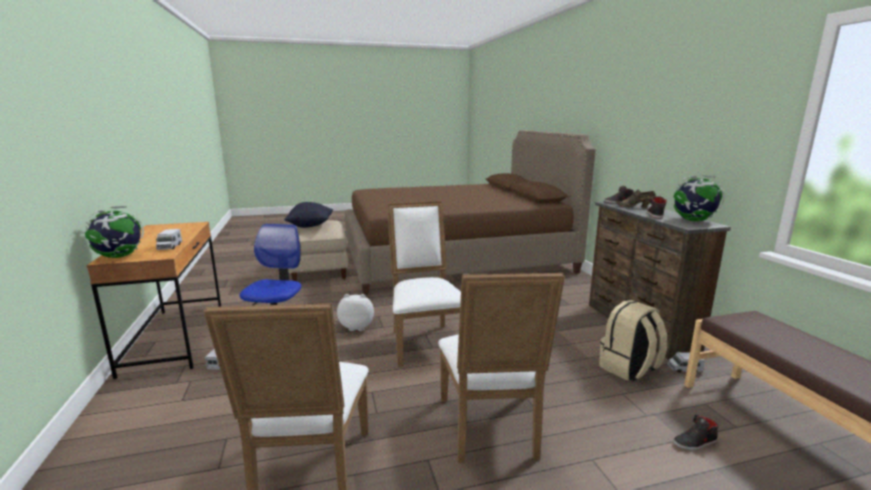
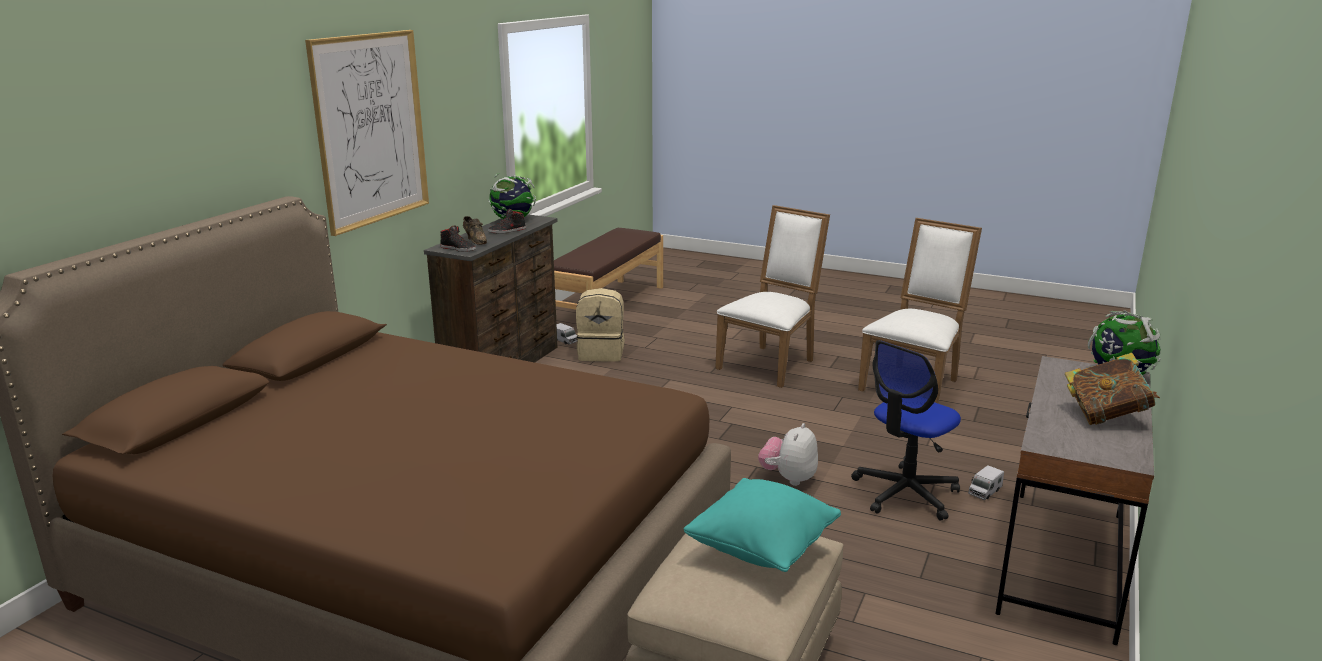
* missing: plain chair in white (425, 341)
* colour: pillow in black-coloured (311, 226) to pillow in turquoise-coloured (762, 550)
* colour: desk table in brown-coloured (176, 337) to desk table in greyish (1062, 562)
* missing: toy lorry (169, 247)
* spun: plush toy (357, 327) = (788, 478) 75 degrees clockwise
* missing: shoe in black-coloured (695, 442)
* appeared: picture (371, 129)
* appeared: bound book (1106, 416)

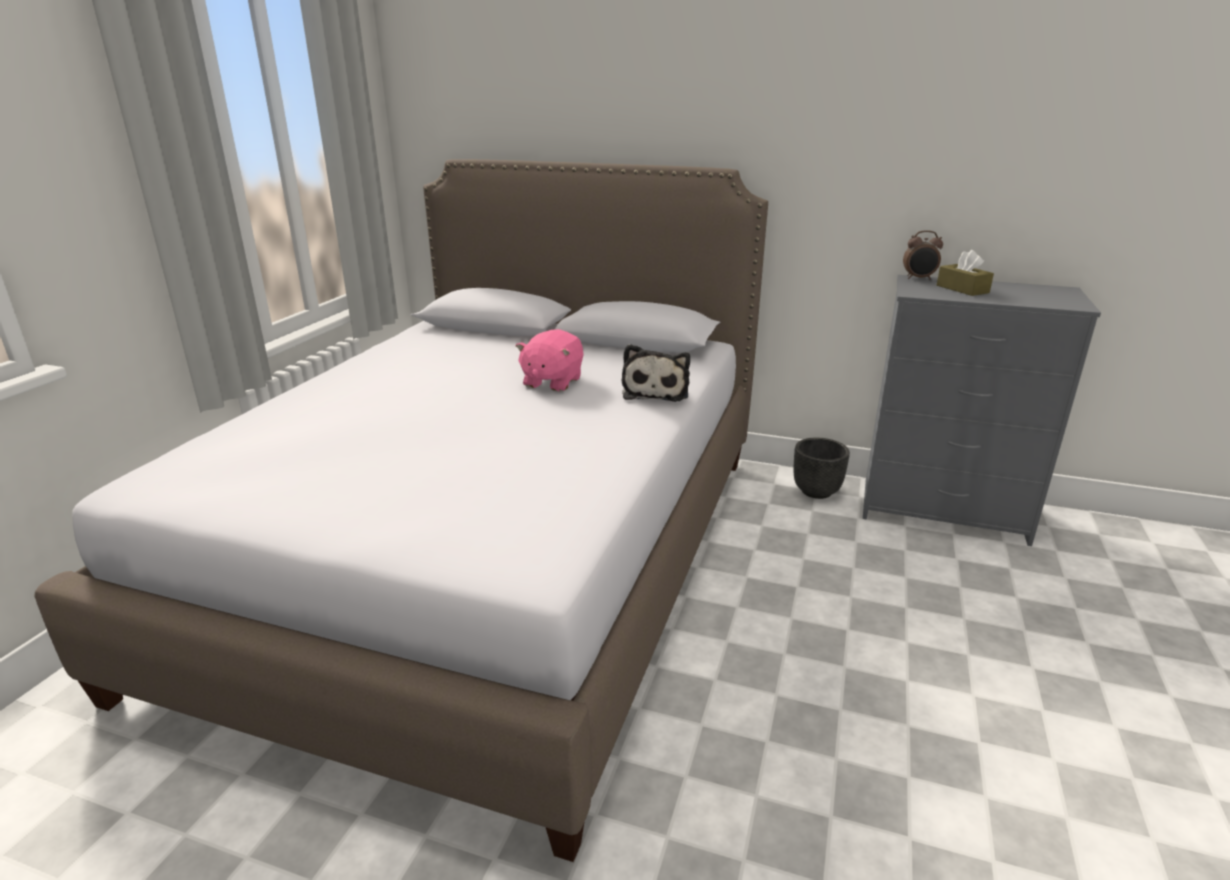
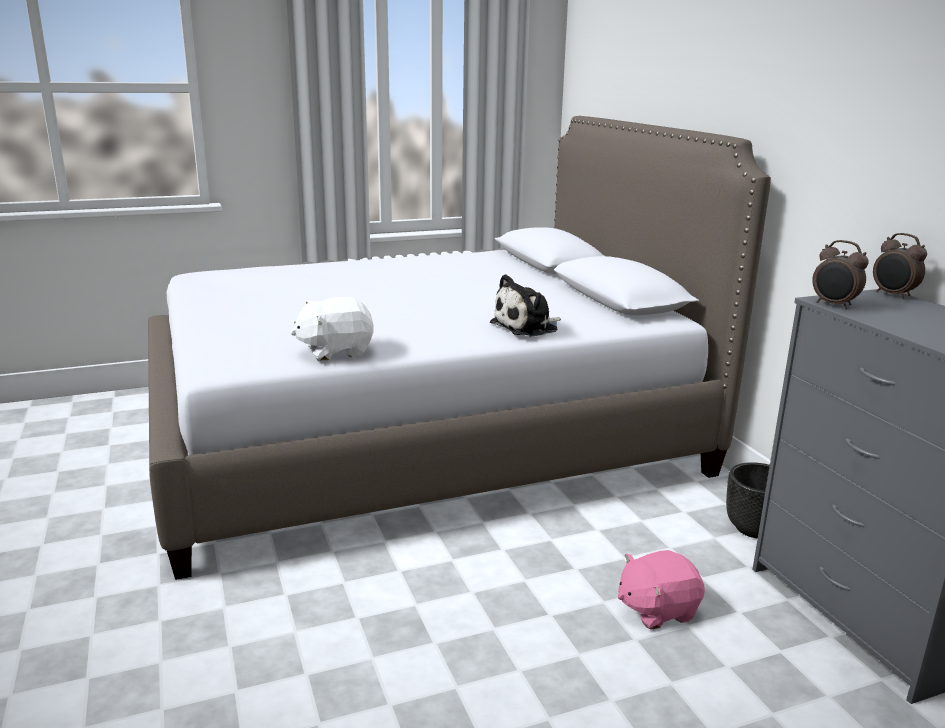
* missing: tissue box in brown-coloured (962, 289)
* relocated: plush toy in pink-coloured (551, 382) to (656, 609)
* appeared: alarm clock (834, 305)
* appeared: plush toy in white (335, 351)

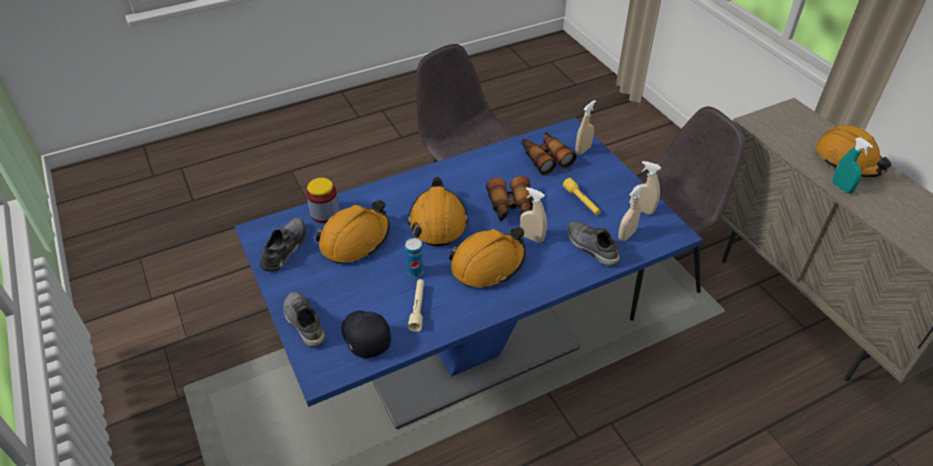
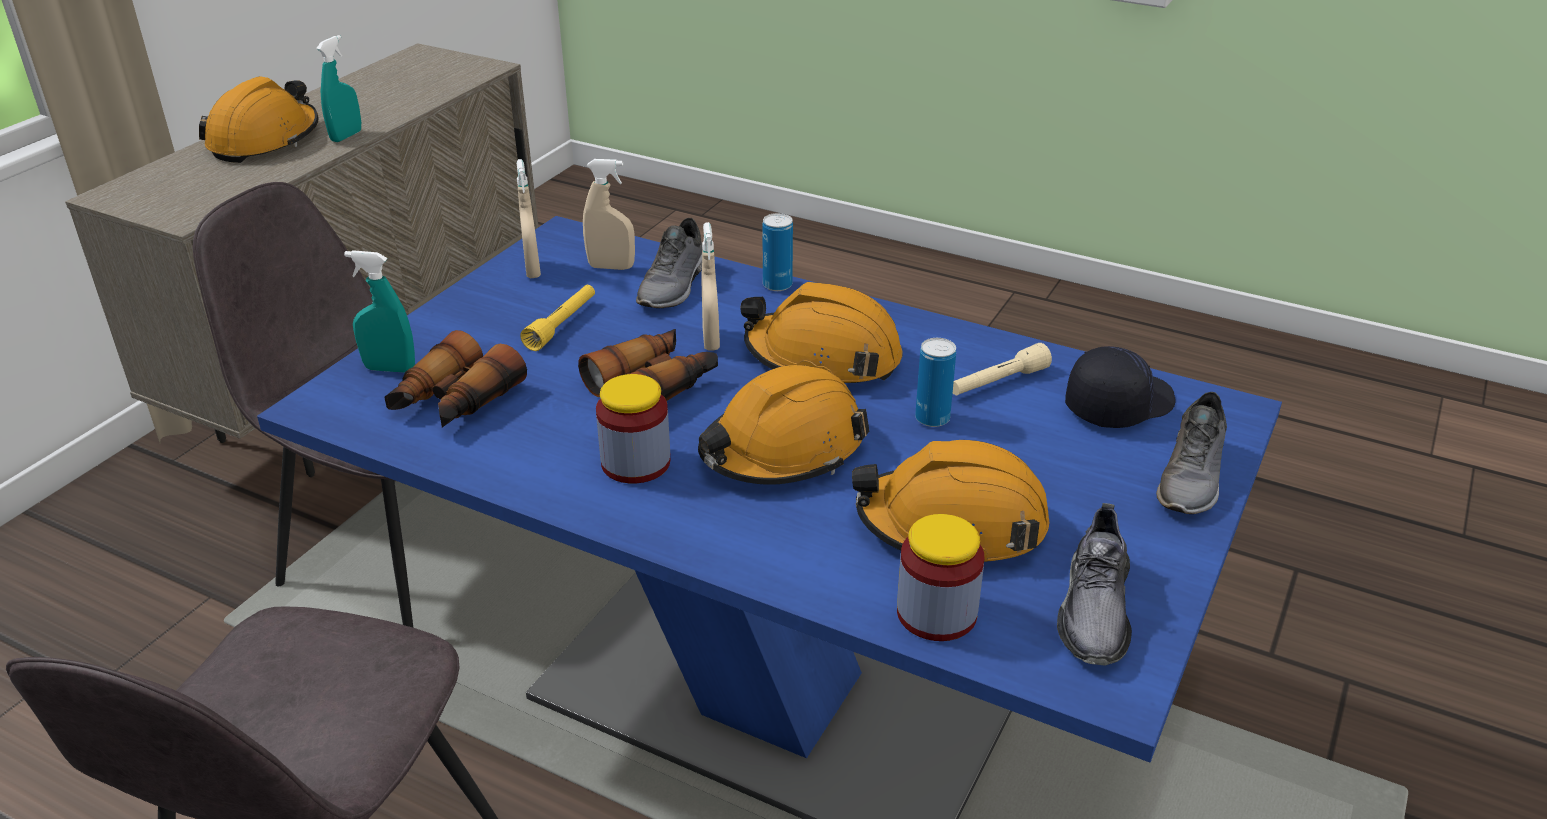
* colour: sprayer in beige (583, 150) to sprayer in turquoise-coloured (390, 369)
* spun: shoe in greyish (285, 248) = (1095, 609) 60 degrees counterclockwise
* spun: baseball cap in black-coloured (365, 337) = (1117, 405) 150 degrees counterclockwise
* appeared: sealed can (777, 285)
* appeared: preserve jar (635, 463)

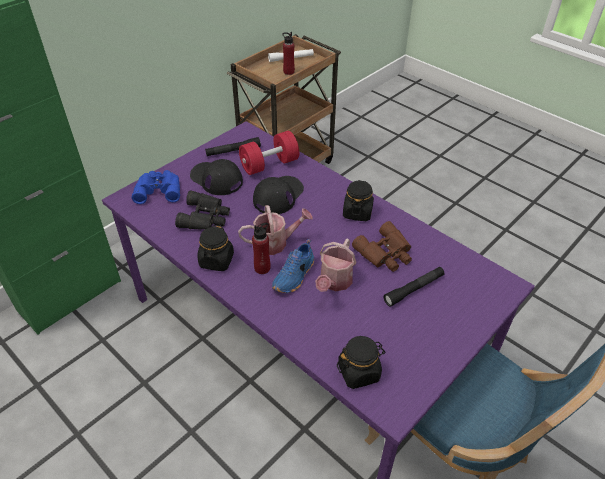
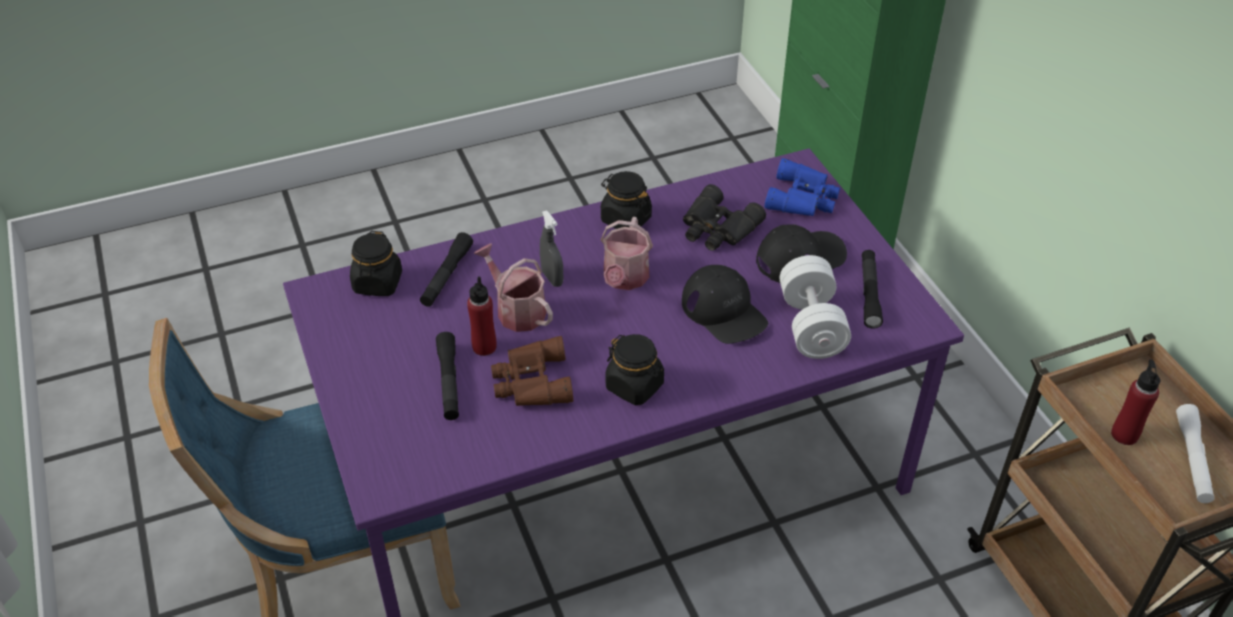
* colour: dumbbell in reddish (269, 164) to dumbbell in white (811, 325)
* relocated: beverage bottle in reddish (262, 268) to (484, 347)
* exchanged: shoe in bluish (295, 276) to sprayer in greyish (552, 278)
* appeared: hand torch in black-coloured (447, 276)

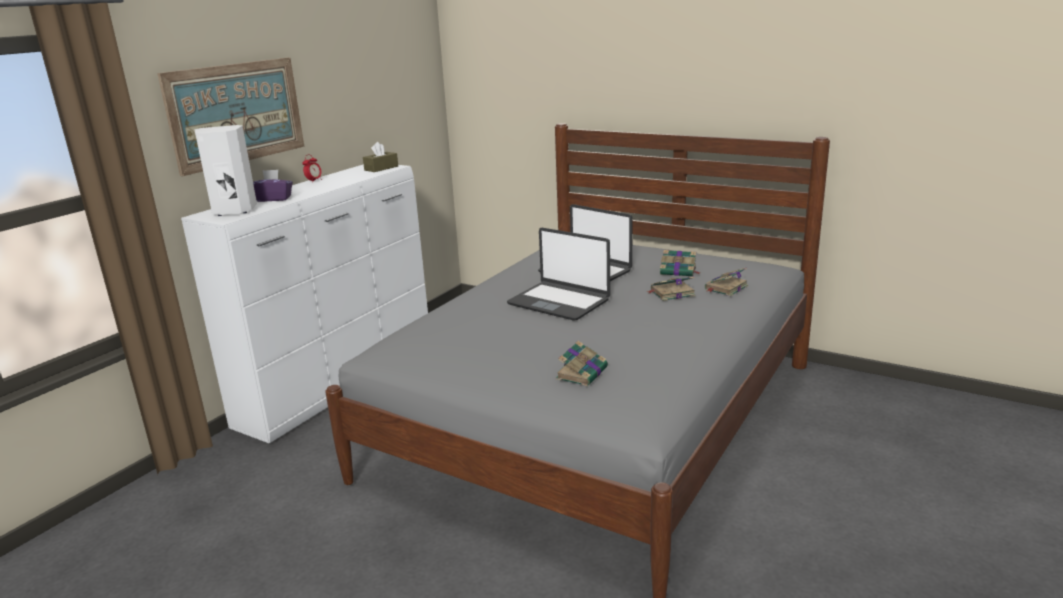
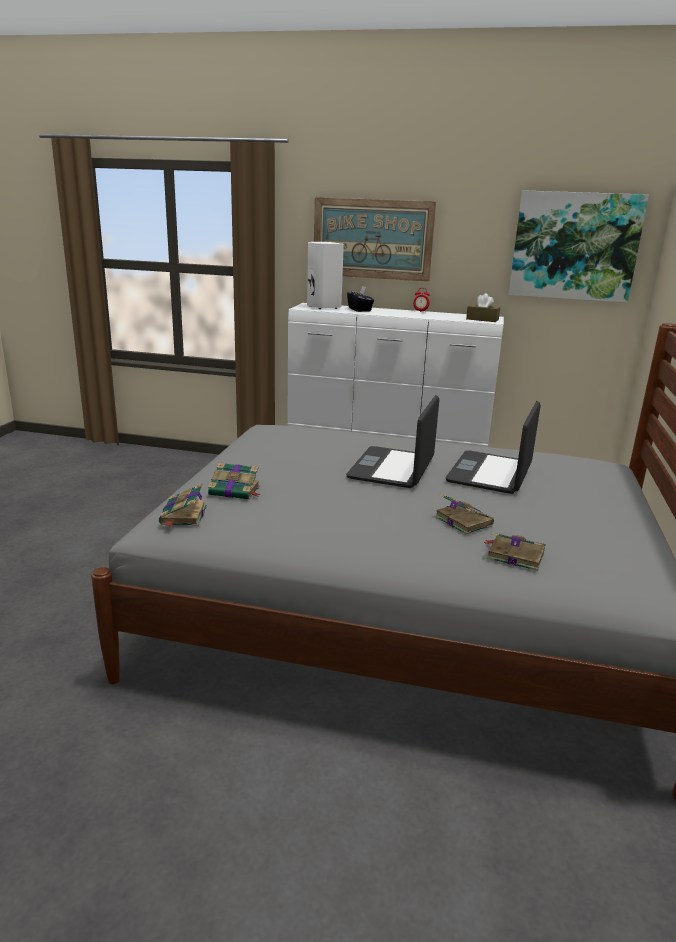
* colour: tissue box in purple (274, 199) to tissue box in black-coloured (360, 310)
* relocated: bound book (679, 271) to (183, 516)
* appeared: picture (574, 246)

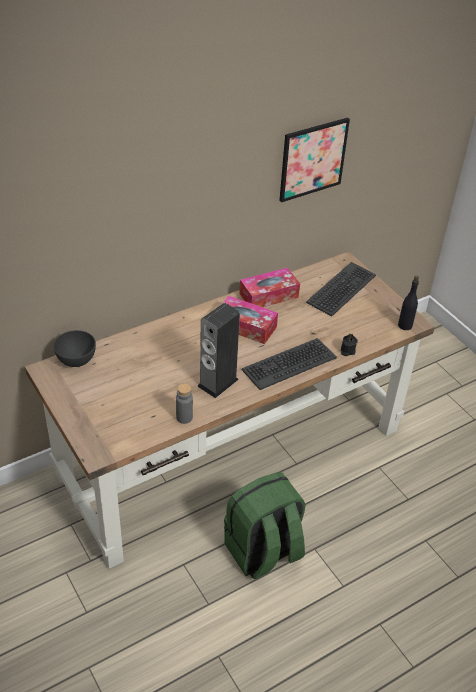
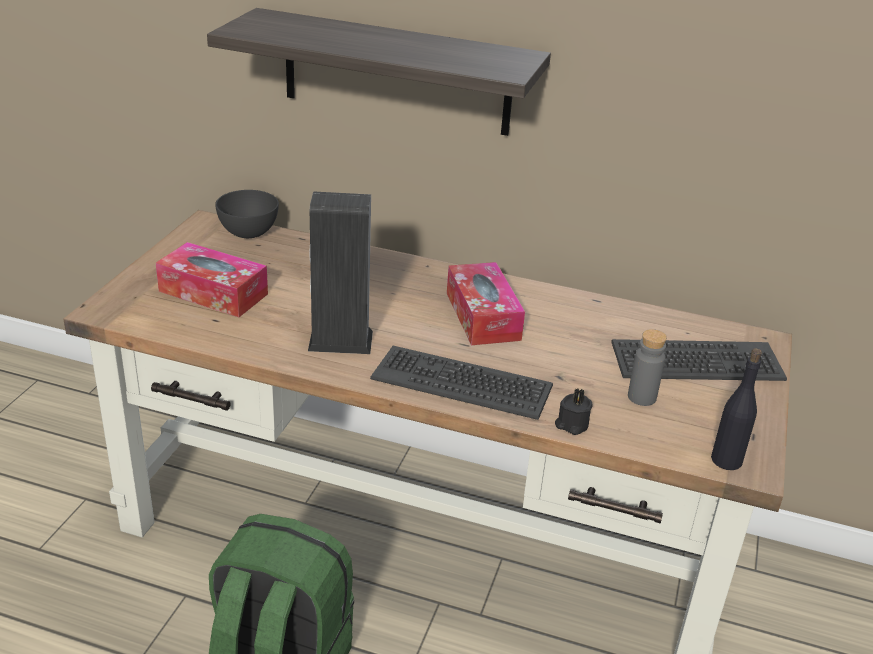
* missing: picture (313, 159)
* relocated: tissue box (268, 295) to (213, 292)
* relocated: beverage bottle in greyish (184, 417) to (641, 397)
* appeared: wall shelf (396, 73)

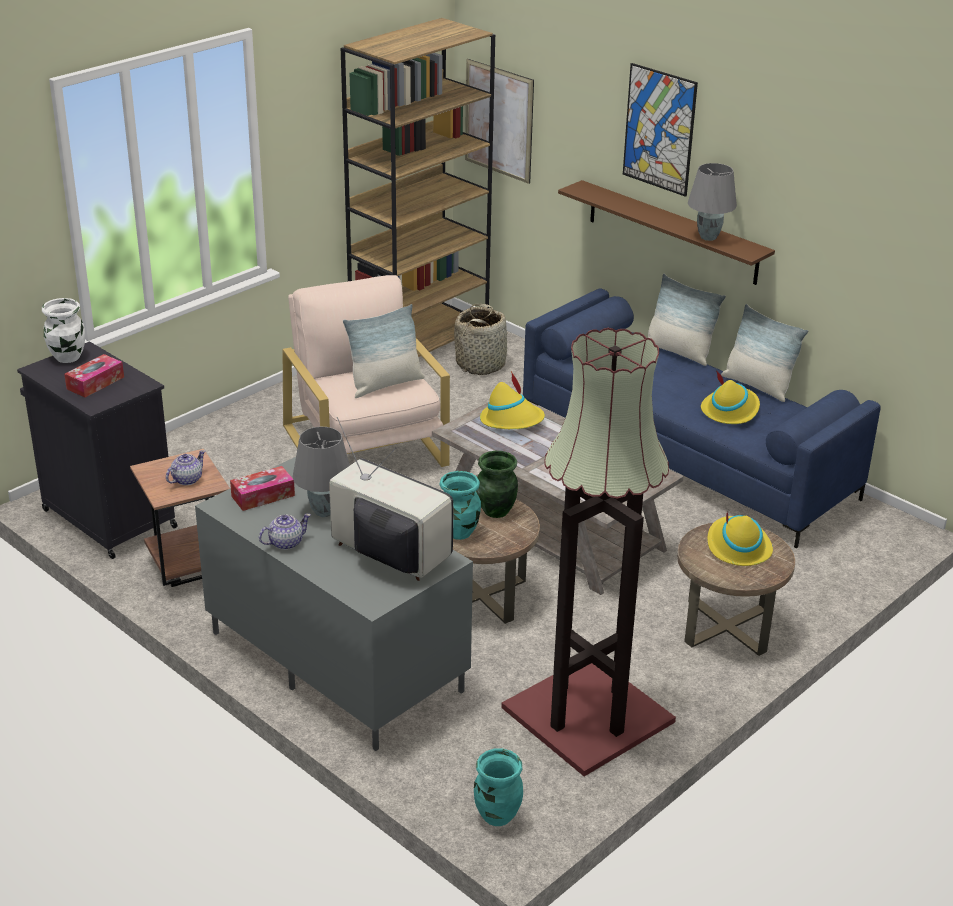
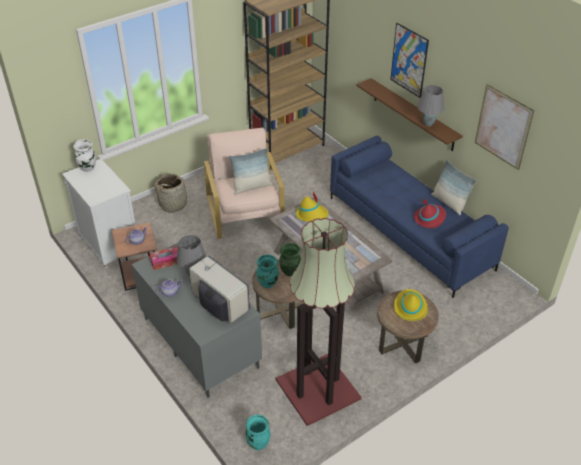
* relocated: picture (498, 121) to (503, 127)
* missing: pillow (679, 352)
* relocated: basket (481, 364) to (173, 204)
* colour: cupboard in black-coloured (107, 518) to cupboard in white (109, 244)
* missing: tissue box (95, 383)
* colour: wearable hat in yellow (730, 410) to wearable hat in reddish (429, 218)

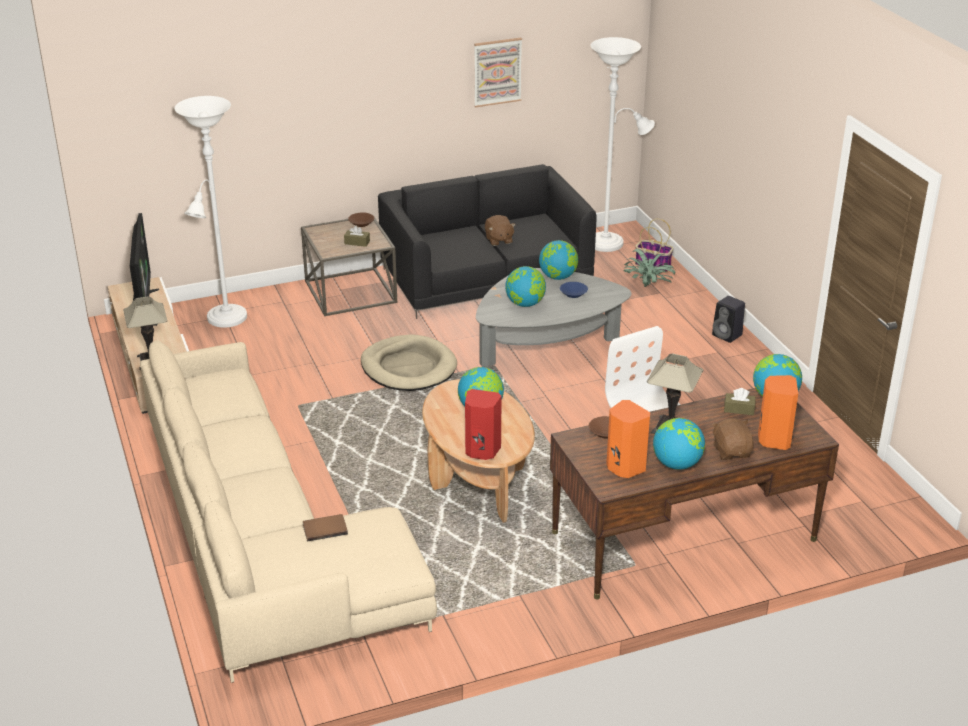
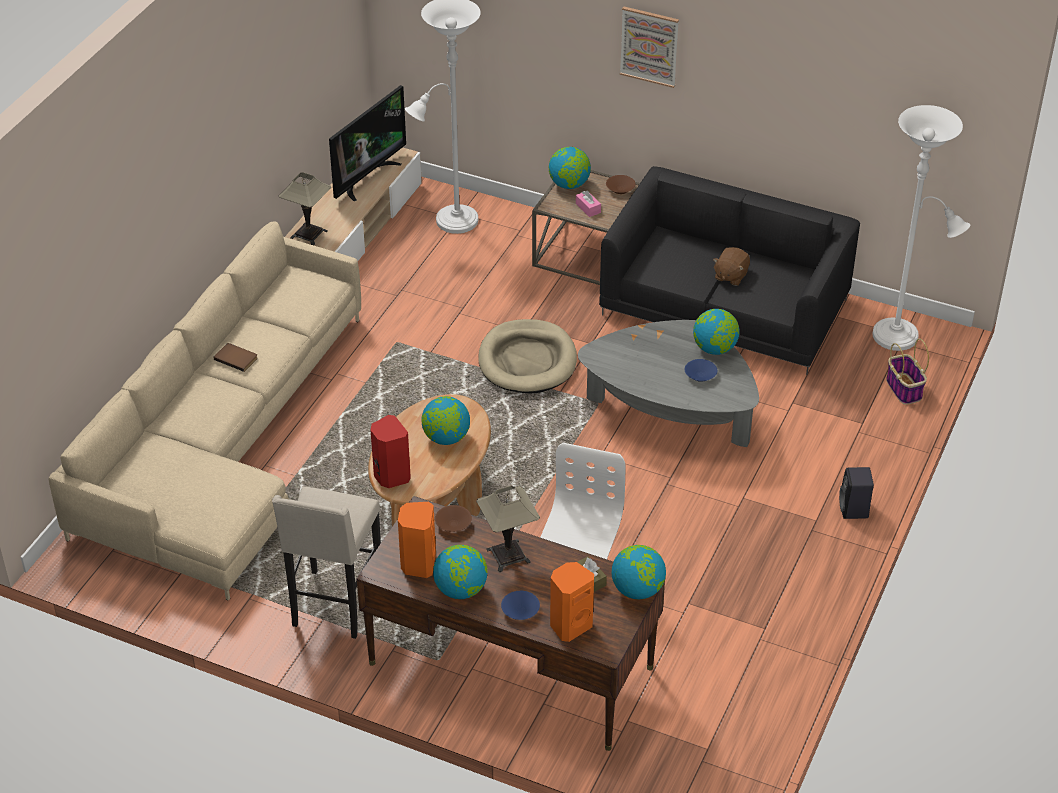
* relocated: picture (497, 72) to (649, 46)
* colour: tissue box in brown-coloured (357, 242) to tissue box in pink-coloured (588, 208)
* missing: potted plant (648, 286)
* relocated: globe (525, 304) to (569, 185)
* exchanged: plush toy in brown-coloured (732, 451) to deep dish in bluish (519, 611)
* relocated: bound book in brown-coloured (324, 528) to (236, 358)
* appeared: sitting stool in beige (335, 606)

